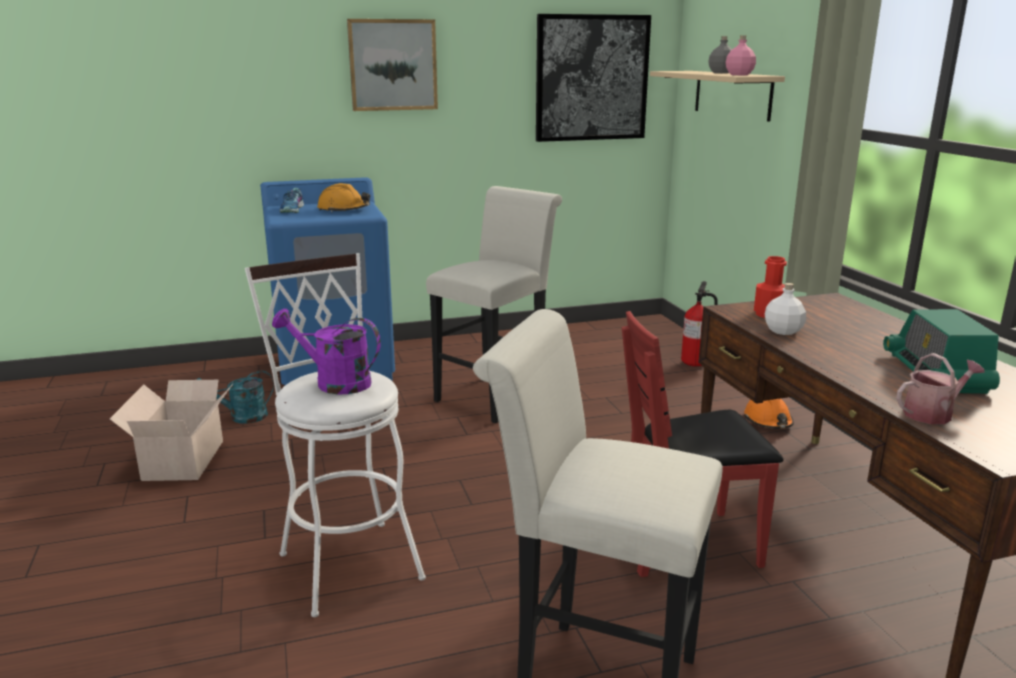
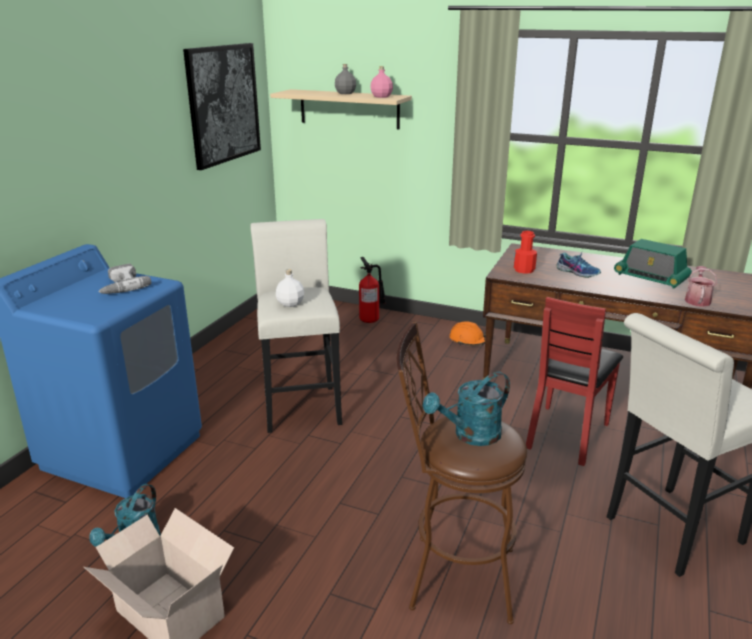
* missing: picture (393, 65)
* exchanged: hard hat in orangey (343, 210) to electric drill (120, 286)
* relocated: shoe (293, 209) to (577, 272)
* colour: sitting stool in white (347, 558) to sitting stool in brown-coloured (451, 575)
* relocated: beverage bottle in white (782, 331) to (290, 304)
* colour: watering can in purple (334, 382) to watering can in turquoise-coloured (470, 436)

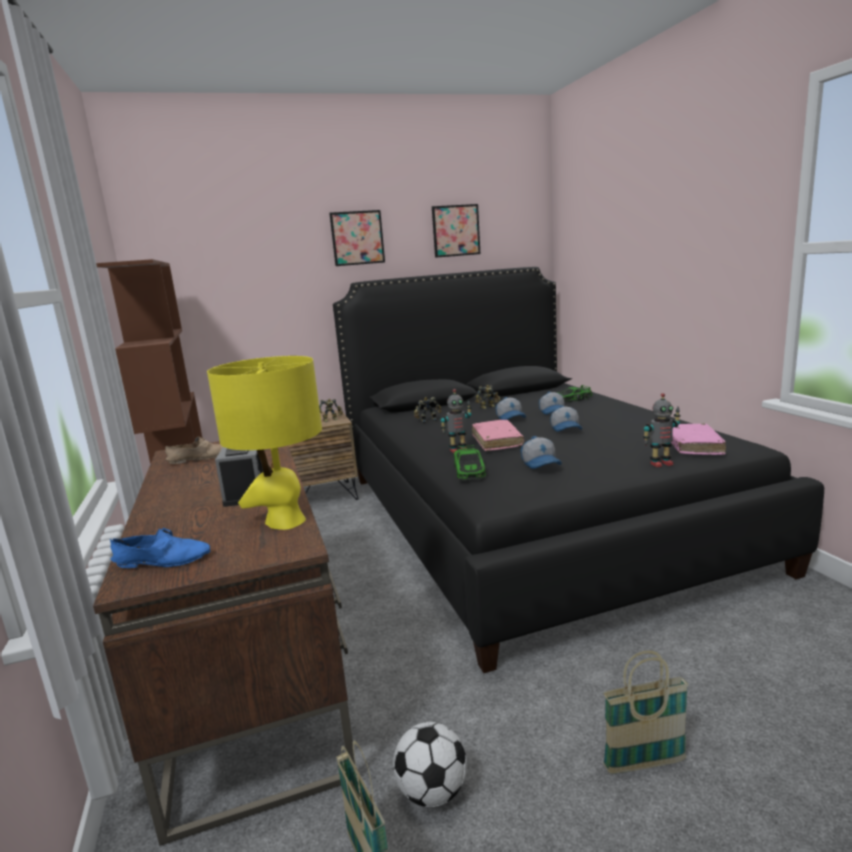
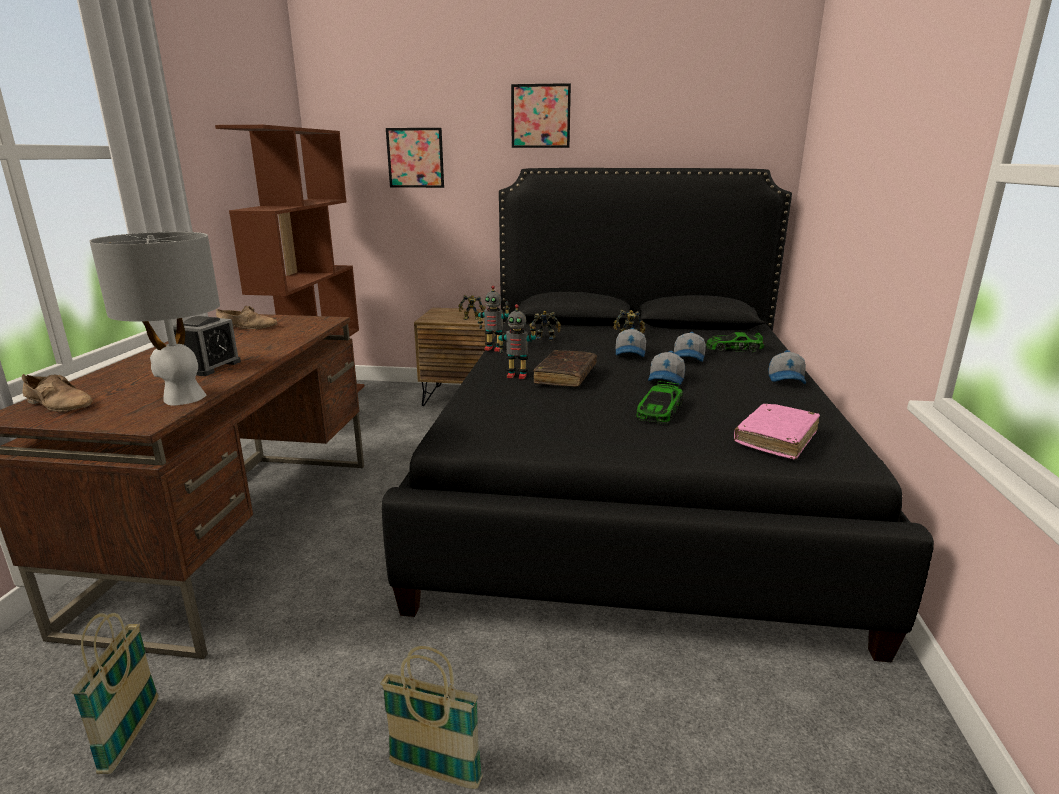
* relocated: picture (456, 230) to (415, 158)
* colour: table lamp in yellow (285, 521) to table lamp in greyish (183, 398)
* relocated: robot figure (660, 463) to (494, 349)
* colour: bound book in pink-coloured (497, 441) to bound book in brown-coloured (565, 376)
* relocated: baseball cap (541, 463) to (787, 379)
* relocated: miniature car (469, 470) to (659, 410)
* colour: shoe in bluish (163, 559) to shoe in beige (60, 403)
* missing: football (432, 792)

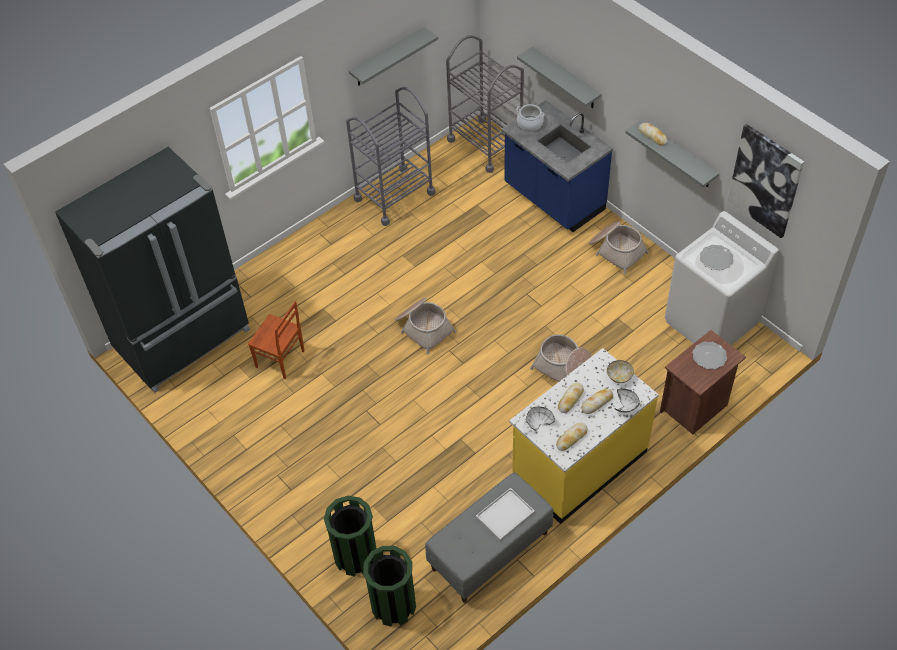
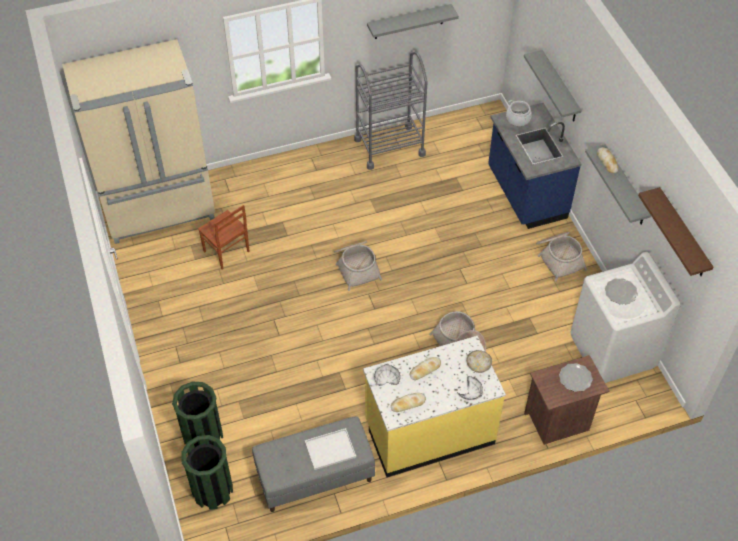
* missing: wheeled cart in greyish (485, 144)
* exchanged: picture (765, 180) to wall shelf in brown-coloured (683, 234)
* colour: kitchen fridge in black-coloured (184, 340) to kitchen fridge in beige (159, 209)
* missing: bread (597, 403)

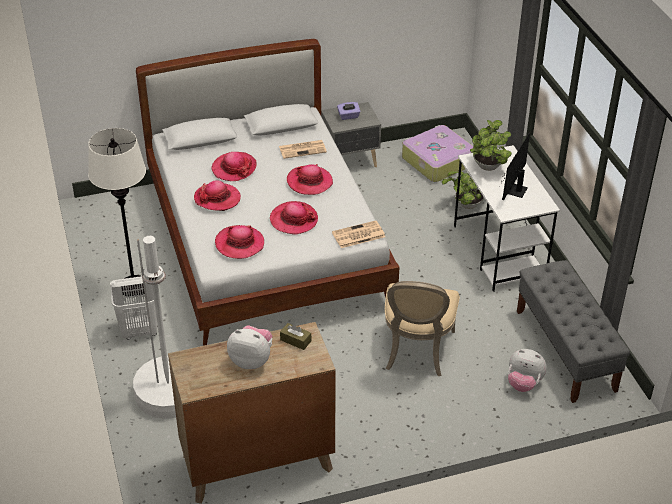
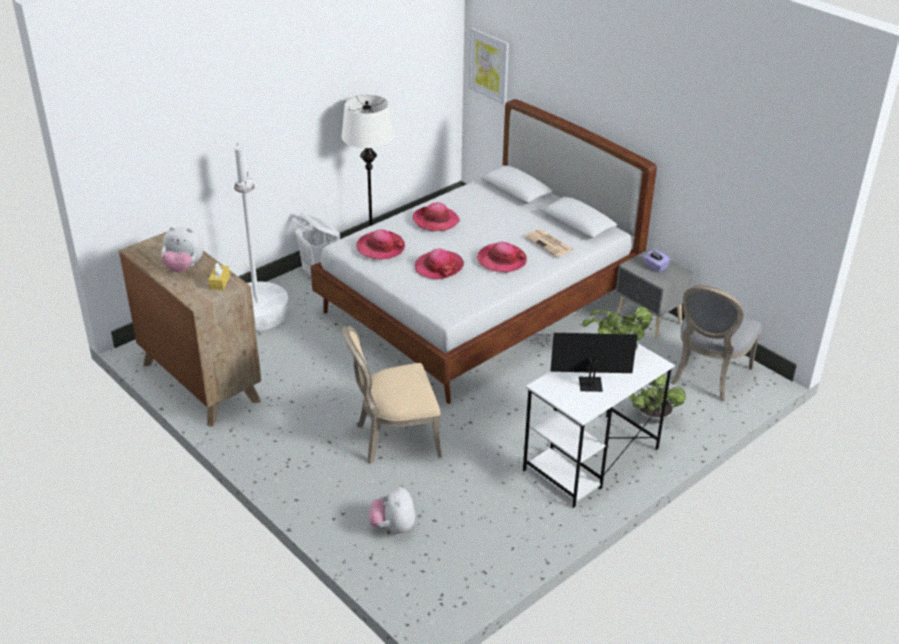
* exchanged: suitcase (437, 161) to plain chair in greyish (707, 376)
* missing: wearable hat (234, 168)
* missing: newspaper (358, 235)
* missing: indoor bench in greyish (565, 350)
* colour: tissue box in brown-coloured (295, 340) to tissue box in yellow (220, 282)
* spun: plush toy (252, 360) = (184, 267) 105 degrees clockwise
* appeared: picture (489, 66)

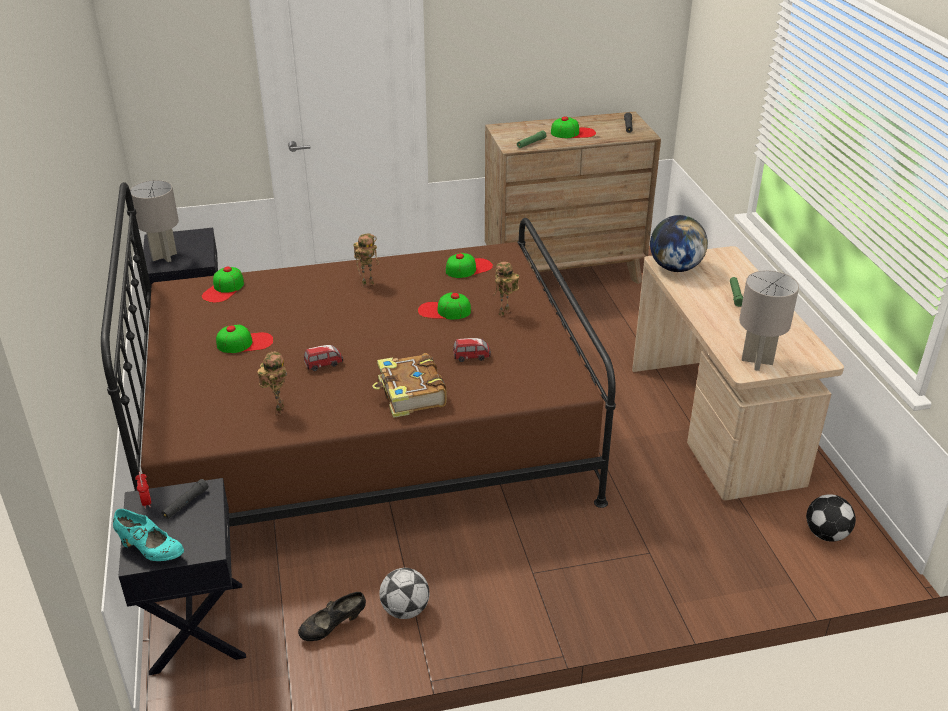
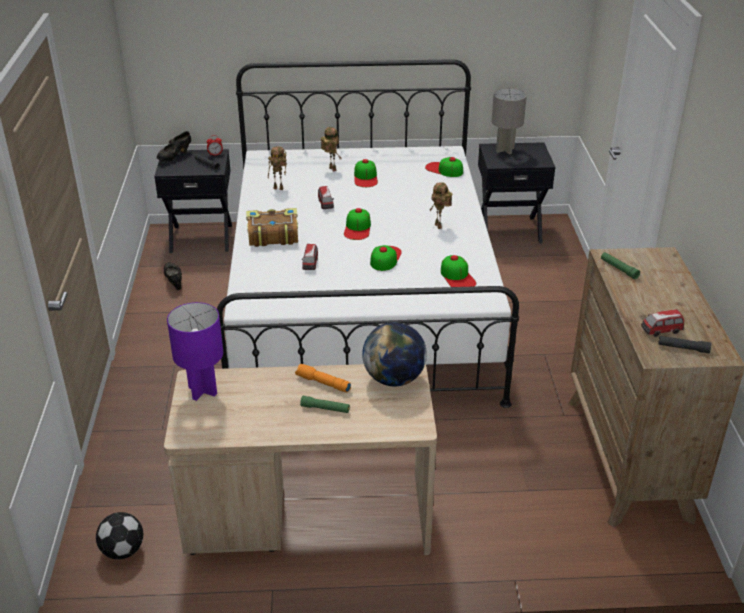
* relocated: baseball cap (573, 133) to (357, 228)
* colour: bed in brown-coloured (366, 434) to bed in white (361, 303)
* relocated: robot figure (504, 314) to (331, 169)
* colour: table lamp in greyish (757, 362) to table lamp in purple (202, 391)
* colour: shoe in turquoise-coloured (150, 550) to shoe in black-coloured (175, 157)
* missing: football (405, 610)
* appeared: miniature car (661, 331)
* appeared: hand torch in orangey (322, 383)

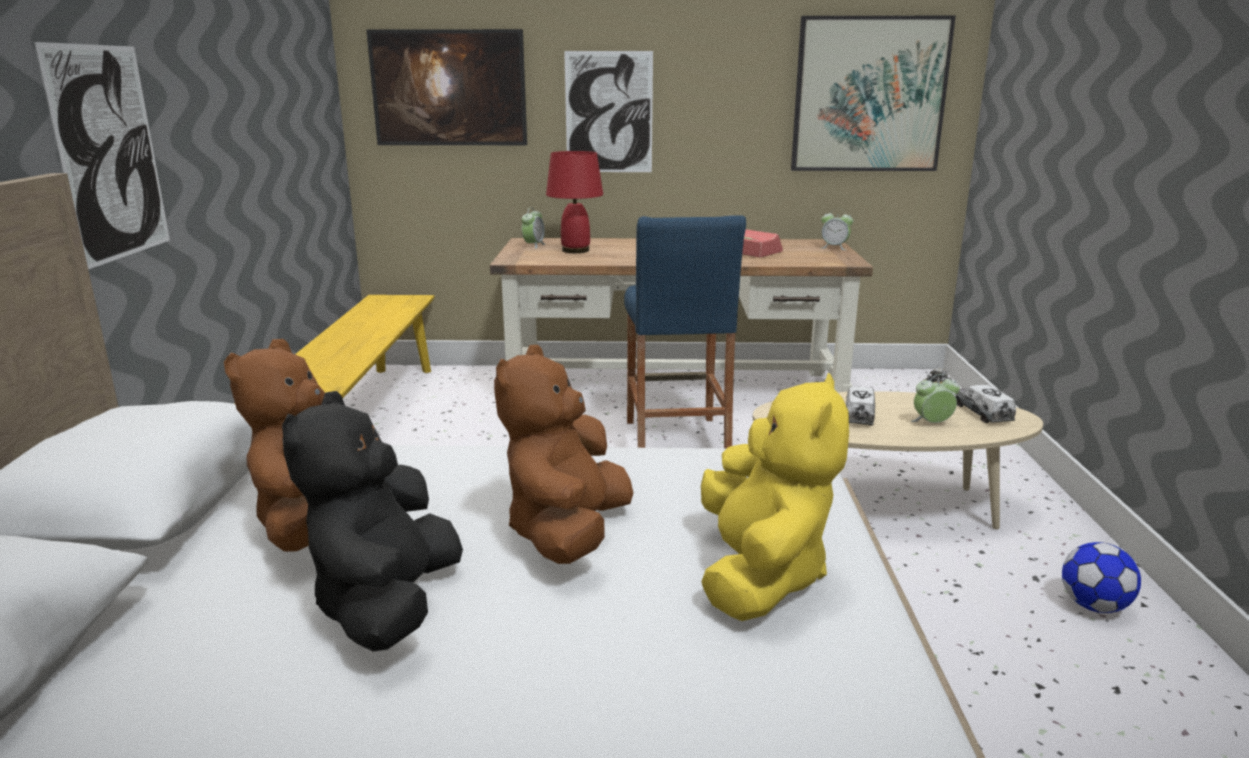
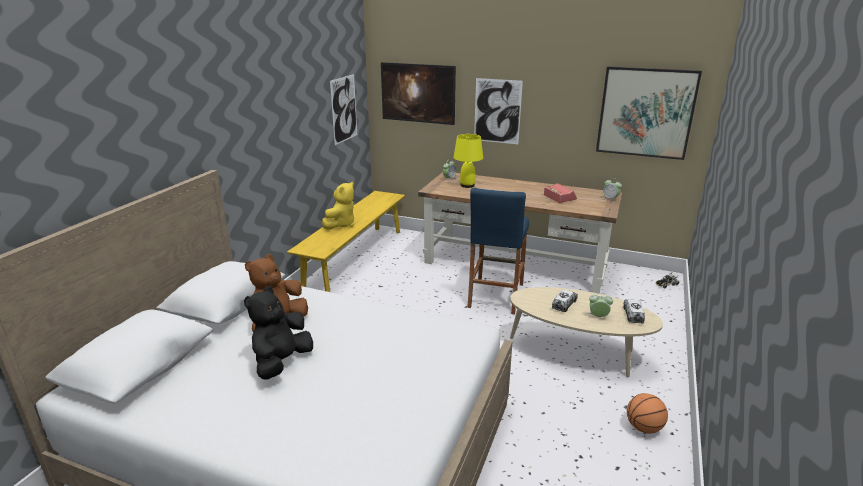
* relocated: picture (110, 153) to (344, 109)
* colour: table lamp in reddish (575, 250) to table lamp in yellow (467, 185)
* missing: plush toy in brown-coloured (567, 533)
* relocated: plush toy in yellow (760, 575) to (341, 224)
* exchanged: football (1094, 606) to ball for basketball (643, 427)

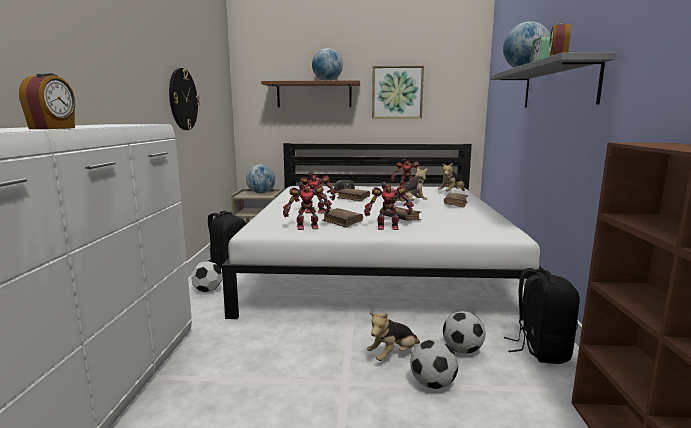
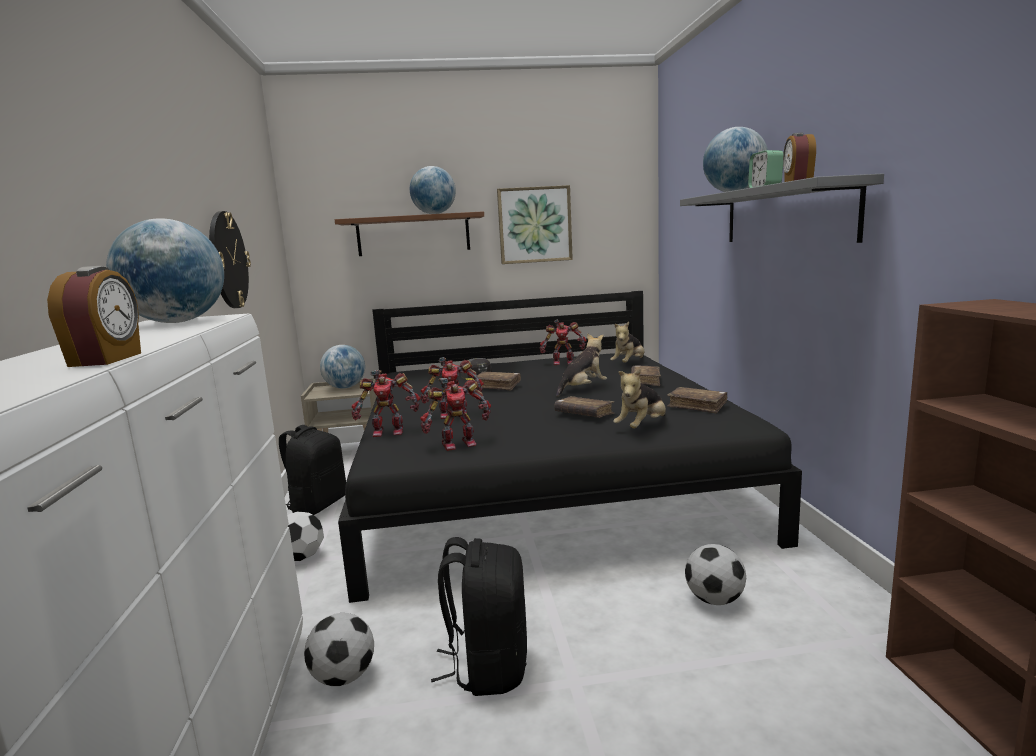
* colour: bed in white (377, 265) to bed in black-coloured (542, 479)
* relocated: robot figure (387, 227) to (388, 431)
* relocated: bound book in brown-coloured (342, 222) to (697, 406)
* relocated: rucksack in black-coloured (540, 350) to (488, 666)
* relocated: plush toy (393, 355) to (642, 427)
* relocated: football (433, 384) to (343, 677)
* appeared: globe (177, 322)

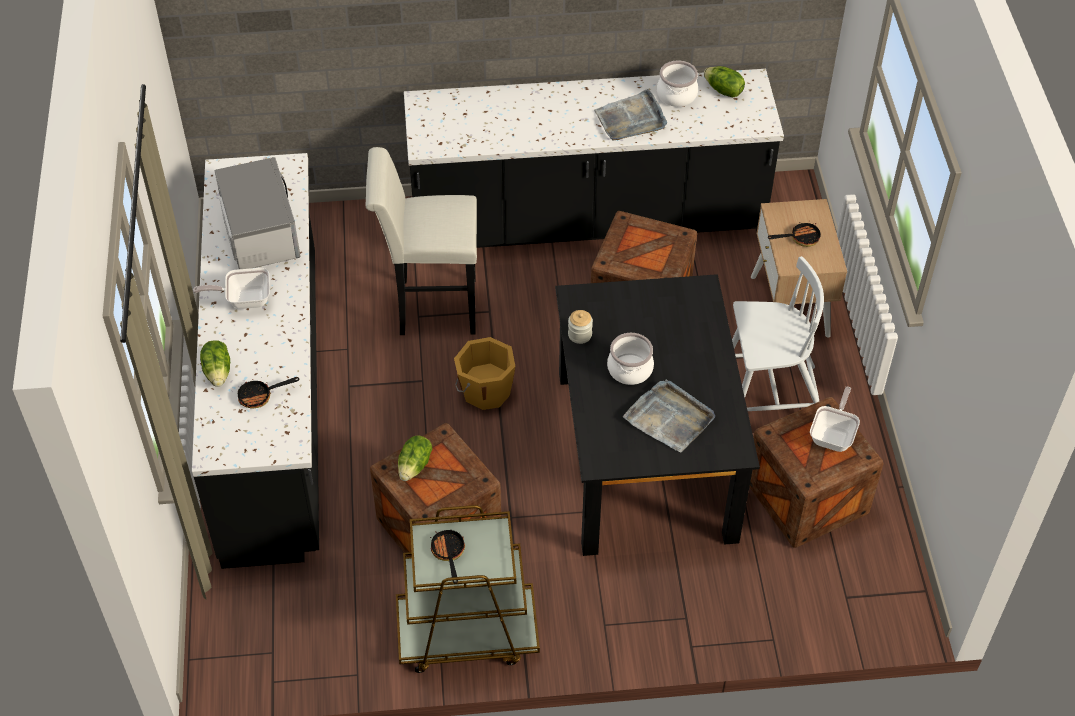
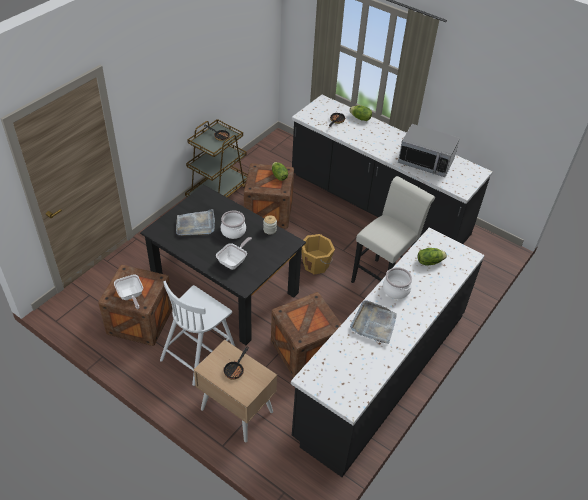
* relocated: cooking pot (676, 95) to (396, 290)
* relocated: lettuce head (723, 91) to (429, 261)
* relocated: skillet (244, 299) to (234, 261)

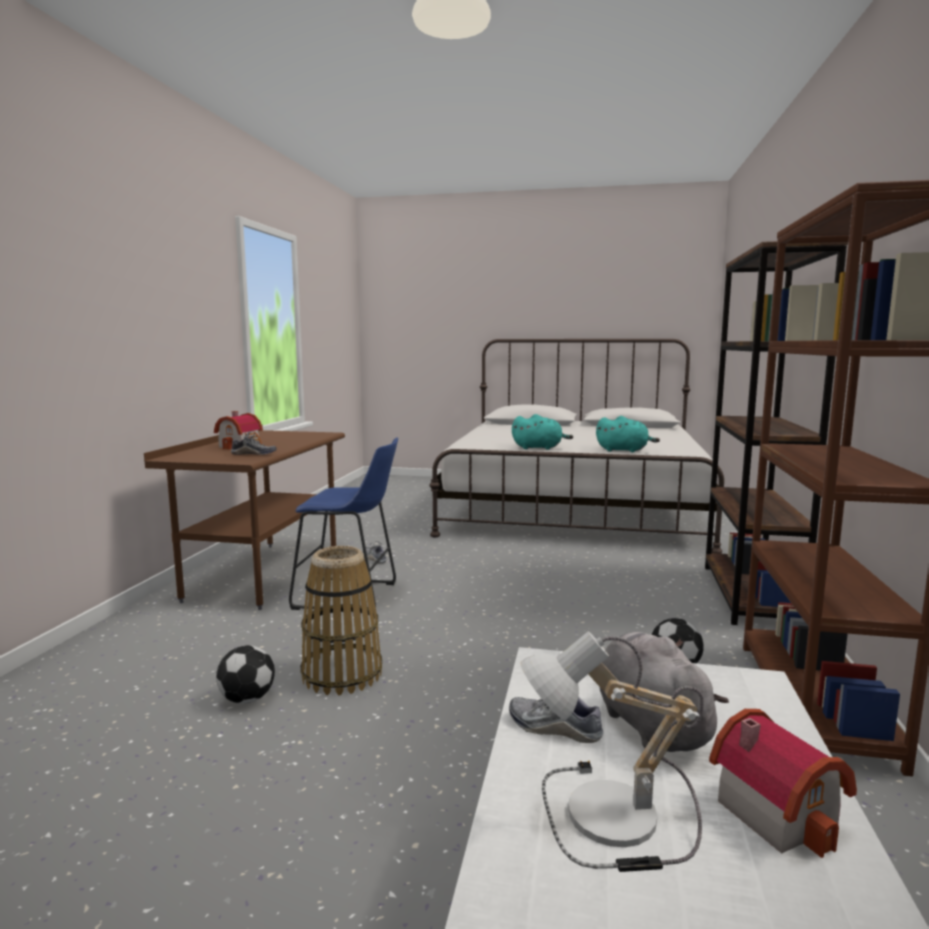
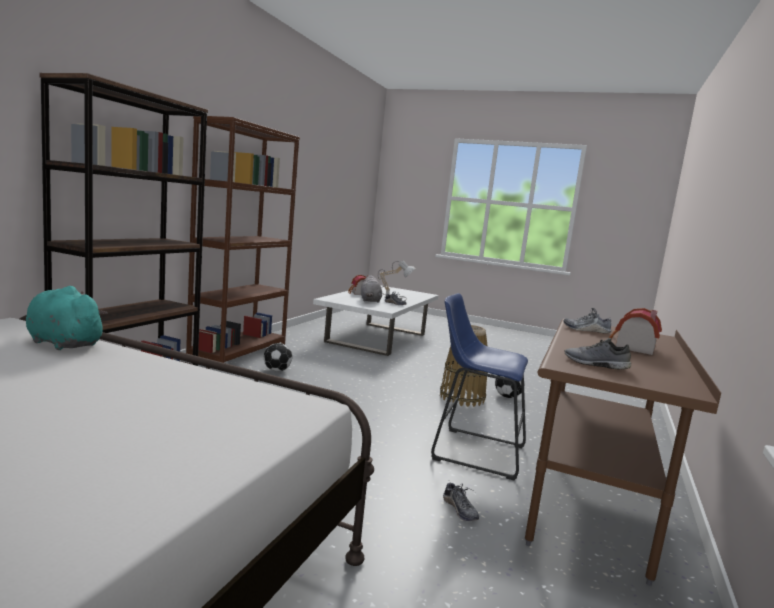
* missing: plush toy in turquoise-coloured (539, 448)
* appeared: shoe in greyish (595, 364)

